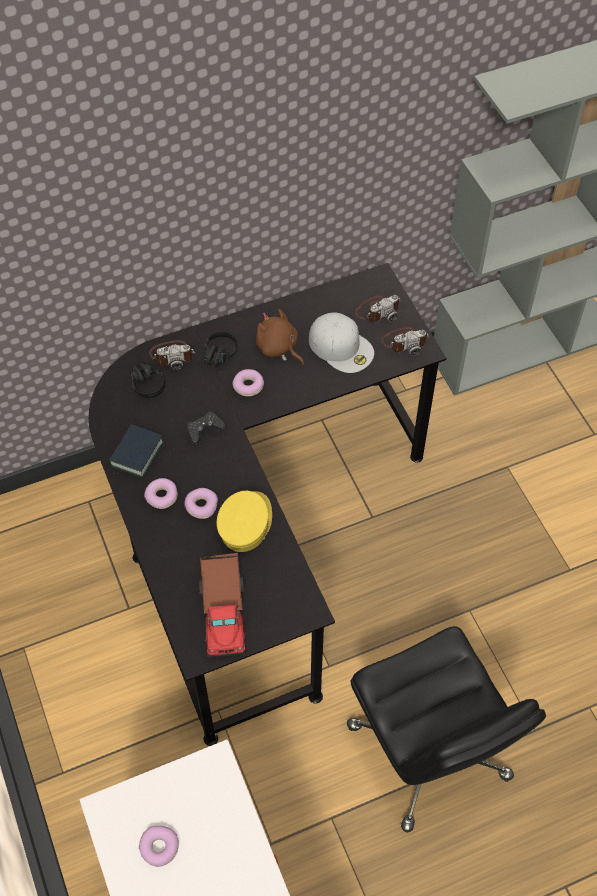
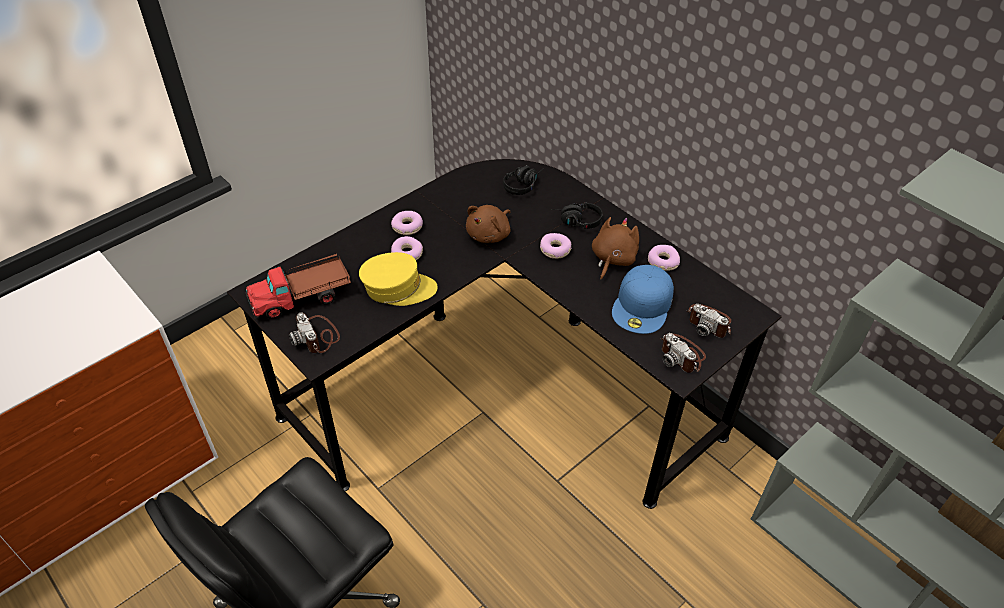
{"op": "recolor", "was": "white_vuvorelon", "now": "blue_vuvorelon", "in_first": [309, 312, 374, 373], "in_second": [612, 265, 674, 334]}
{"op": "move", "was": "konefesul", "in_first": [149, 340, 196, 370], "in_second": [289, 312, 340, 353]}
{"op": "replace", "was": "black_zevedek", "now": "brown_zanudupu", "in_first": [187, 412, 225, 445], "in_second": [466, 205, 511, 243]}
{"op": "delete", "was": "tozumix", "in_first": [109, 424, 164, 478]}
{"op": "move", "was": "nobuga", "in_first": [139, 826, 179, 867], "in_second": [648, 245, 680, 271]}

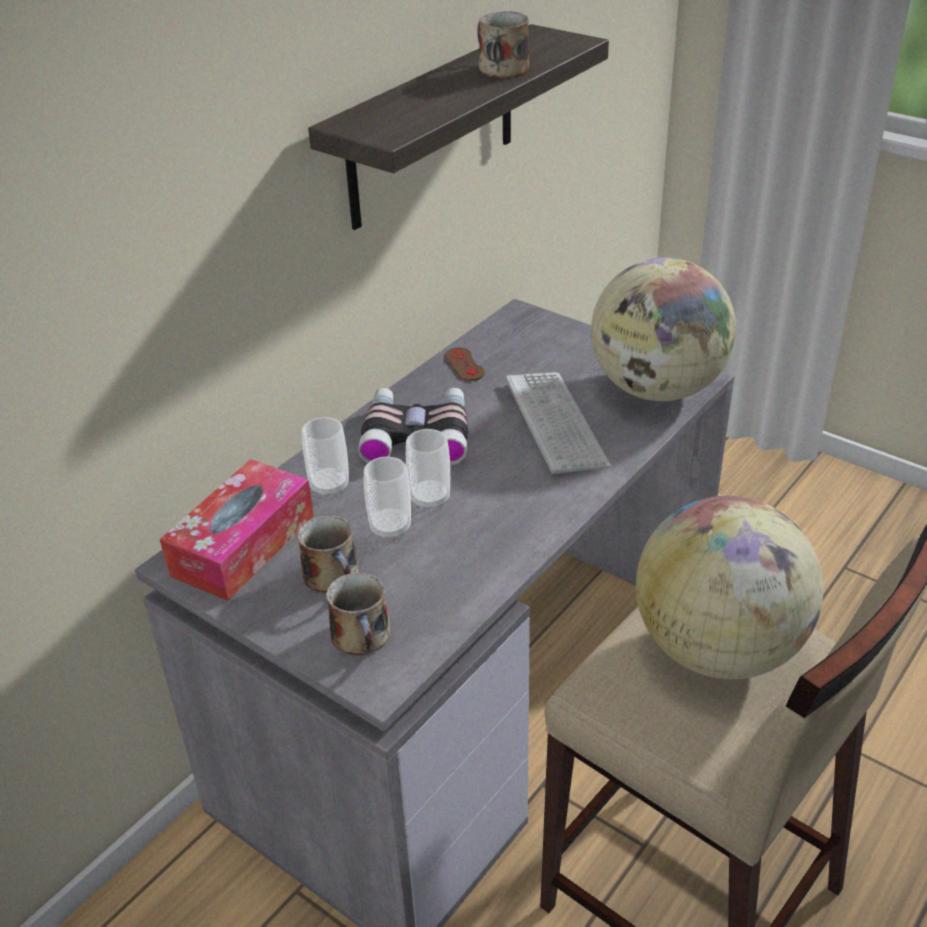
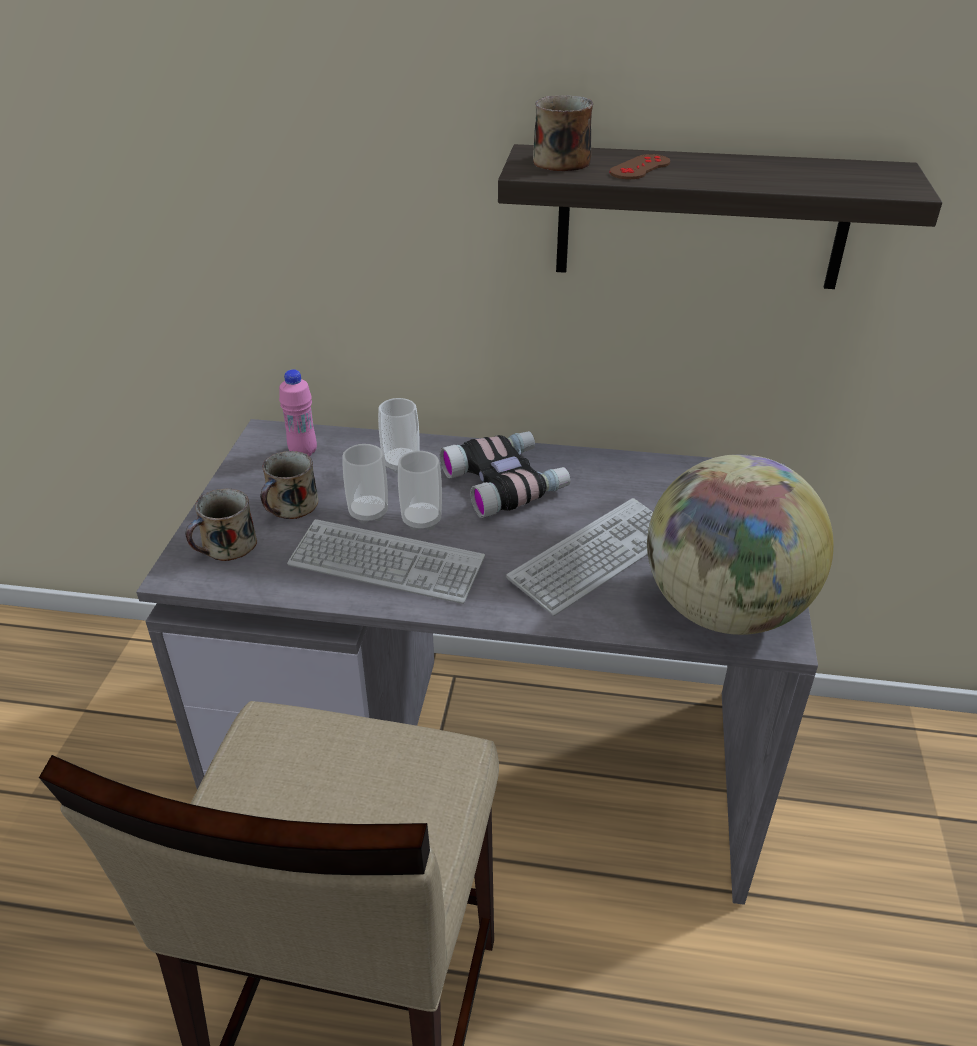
{"op": "move", "was": "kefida", "in_first": [477, 11, 529, 78], "in_second": [533, 95, 593, 171]}
{"op": "move", "was": "brown_zevedek", "in_first": [445, 347, 485, 381], "in_second": [609, 154, 670, 179]}
{"op": "replace", "was": "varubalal", "now": "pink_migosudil", "in_first": [160, 459, 314, 601], "in_second": [279, 369, 317, 456]}
{"op": "delete", "was": "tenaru", "in_first": [636, 496, 823, 679]}
{"op": "insert", "now": "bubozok", "in_second": [287, 519, 485, 604]}

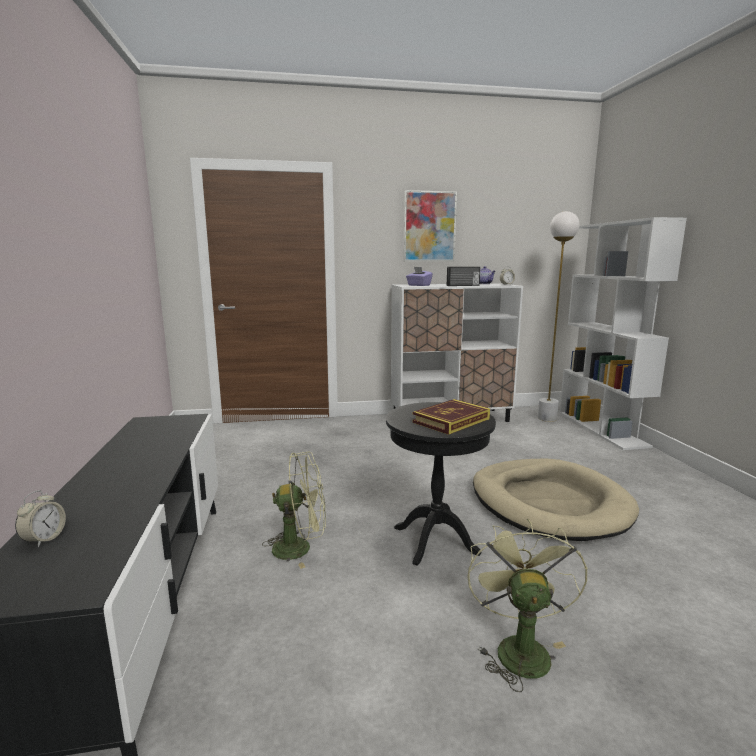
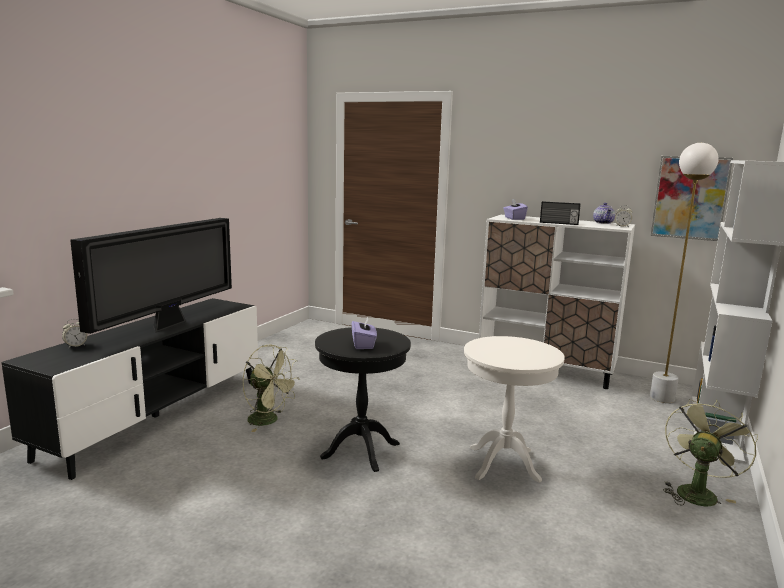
{"op": "move", "was": "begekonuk", "in_first": [404, 190, 457, 262], "in_second": [651, 156, 733, 241]}
{"op": "replace", "was": "tozumix", "now": "purple_varubalal", "in_first": [412, 399, 490, 435], "in_second": [352, 317, 377, 349]}
{"op": "replace", "was": "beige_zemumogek", "now": "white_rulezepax", "in_first": [473, 458, 639, 541], "in_second": [464, 336, 564, 483]}
{"op": "move", "was": "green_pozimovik", "in_first": [467, 518, 588, 692], "in_second": [663, 399, 758, 506]}
{"op": "insert", "now": "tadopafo", "in_second": [70, 218, 232, 334]}

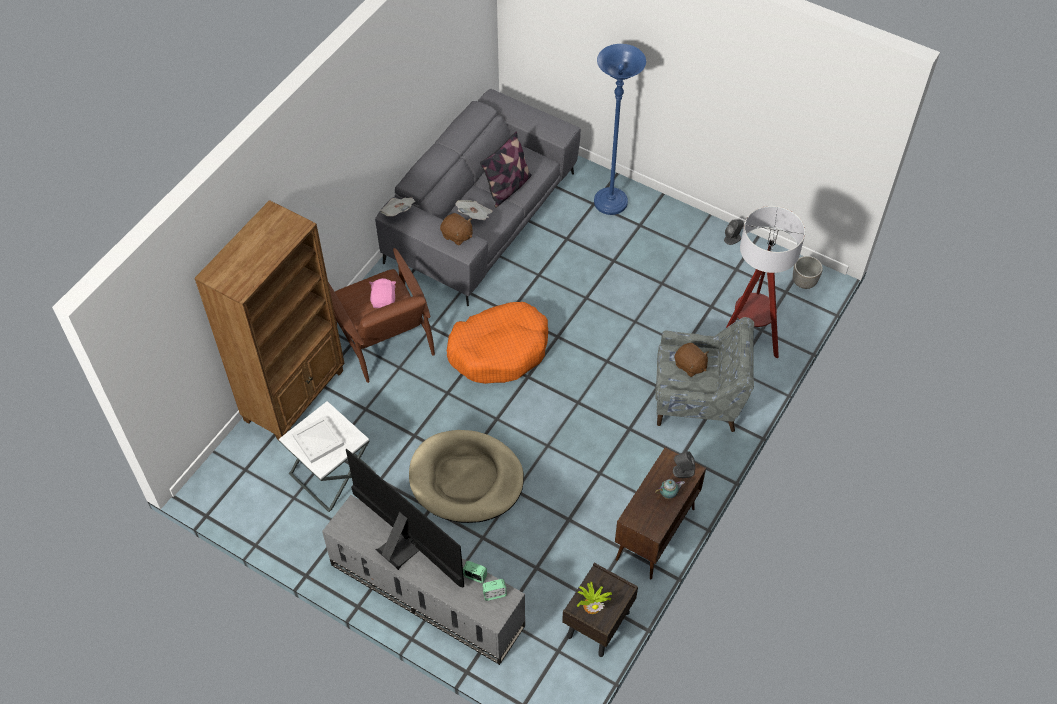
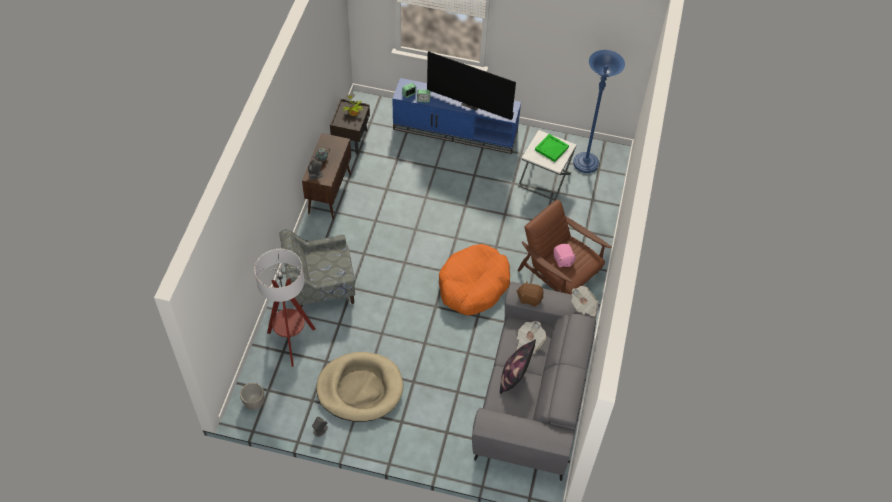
{"op": "move", "was": "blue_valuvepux", "in_first": [594, 44, 646, 215], "in_second": [573, 50, 625, 173]}
{"op": "delete", "was": "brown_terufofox", "in_first": [194, 200, 345, 440]}
{"op": "delete", "was": "brown_zanudupu", "in_first": [674, 343, 708, 377]}
{"op": "recolor", "was": "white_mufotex", "now": "green_mufotex", "in_first": [292, 416, 344, 463], "in_second": [535, 134, 569, 162]}
{"op": "move", "was": "beige_zemumogek", "in_first": [409, 430, 524, 523], "in_second": [316, 352, 403, 422]}
{"op": "recolor", "was": "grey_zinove", "now": "blue_zinove", "in_first": [322, 495, 525, 665], "in_second": [392, 78, 521, 154]}

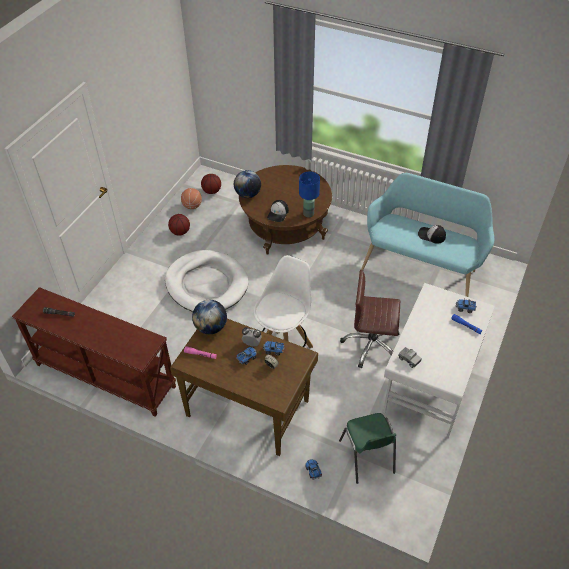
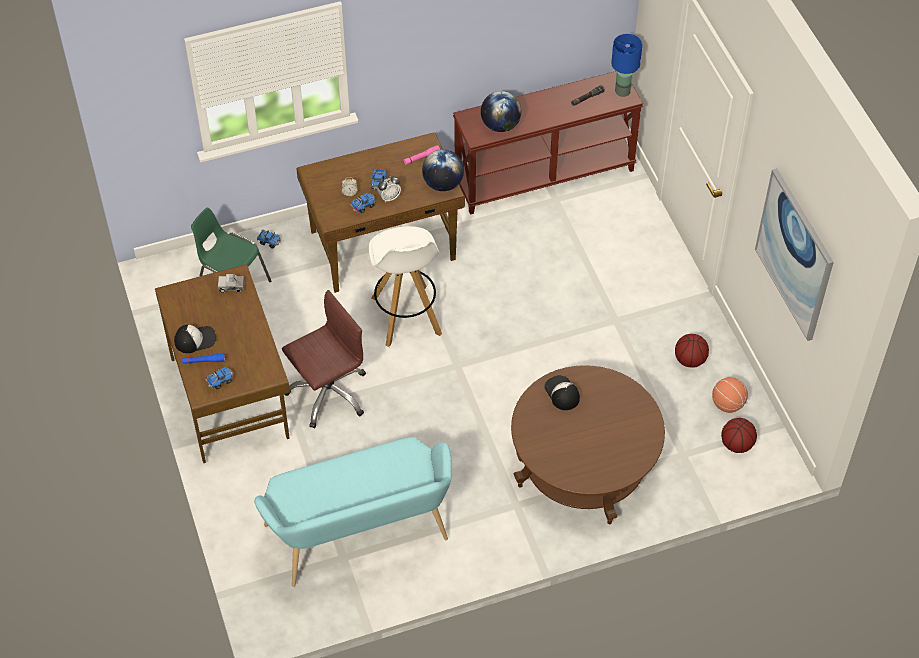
{"op": "move", "was": "tenaru", "in_first": [234, 170, 261, 198], "in_second": [481, 91, 521, 132]}
{"op": "move", "was": "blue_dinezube", "in_first": [299, 172, 320, 217], "in_second": [611, 34, 642, 97]}
{"op": "move", "was": "vuvorelon", "in_first": [418, 225, 446, 244], "in_second": [174, 325, 216, 353]}
{"op": "delete", "was": "white_zemumogek", "in_first": [165, 250, 249, 312]}
{"op": "recolor", "was": "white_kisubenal", "now": "brown_kisubenal", "in_first": [383, 283, 495, 438], "in_second": [155, 264, 290, 463]}
{"op": "insert", "now": "begekonuk", "in_second": [755, 168, 834, 341]}

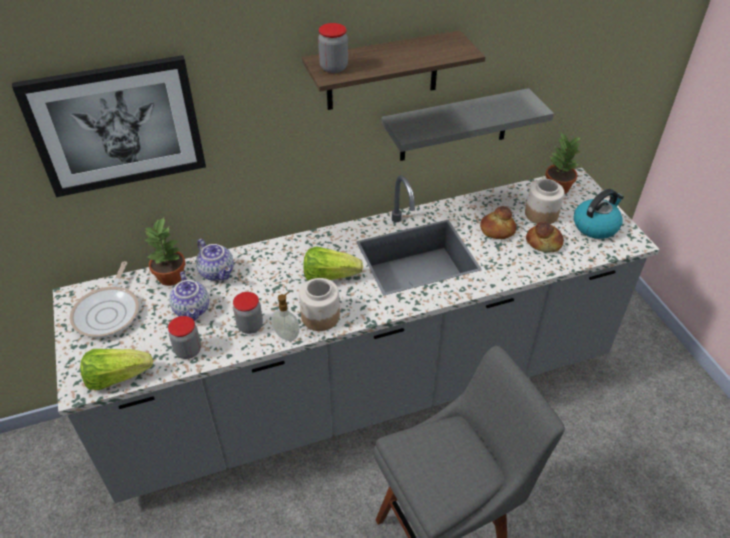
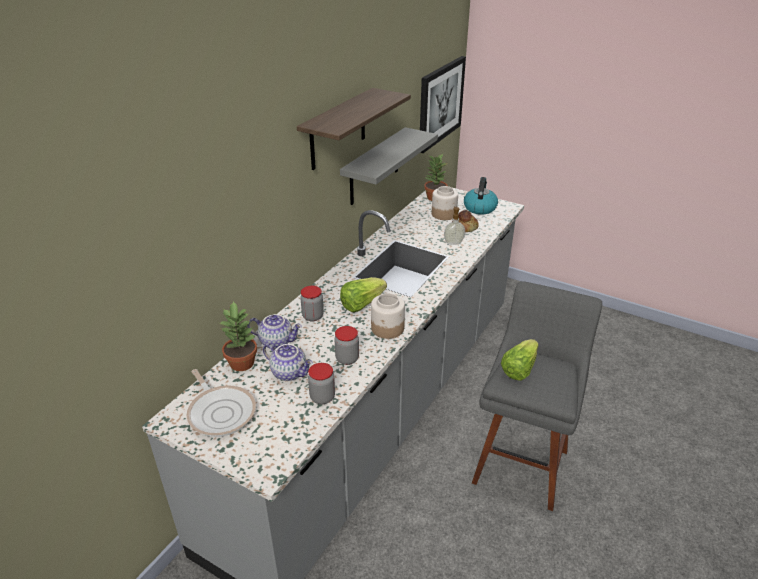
{"op": "move", "was": "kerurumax", "in_first": [318, 23, 348, 73], "in_second": [300, 286, 324, 321]}
{"op": "move", "was": "begekonuk", "in_first": [12, 55, 206, 197], "in_second": [420, 56, 466, 153]}
{"op": "delete", "was": "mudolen", "in_first": [480, 206, 517, 239]}
{"op": "move", "was": "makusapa", "in_first": [271, 292, 300, 341], "in_second": [444, 207, 465, 245]}
{"op": "move", "was": "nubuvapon", "in_first": [80, 349, 153, 390], "in_second": [501, 339, 539, 381]}

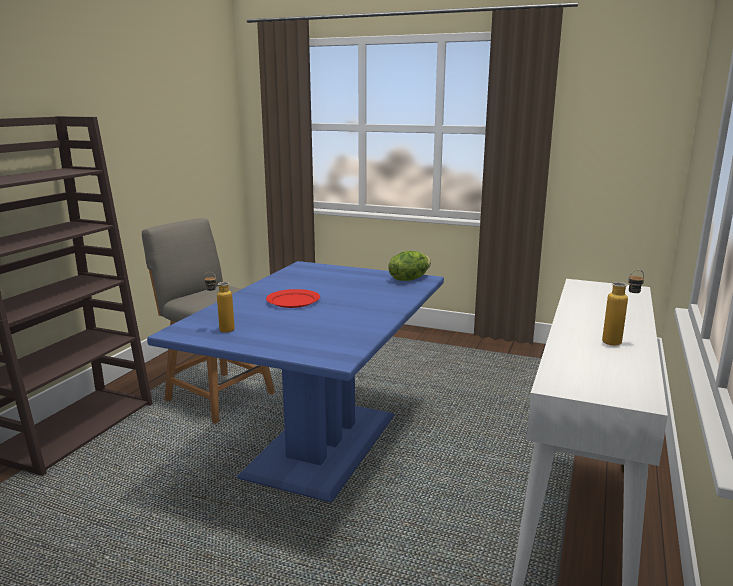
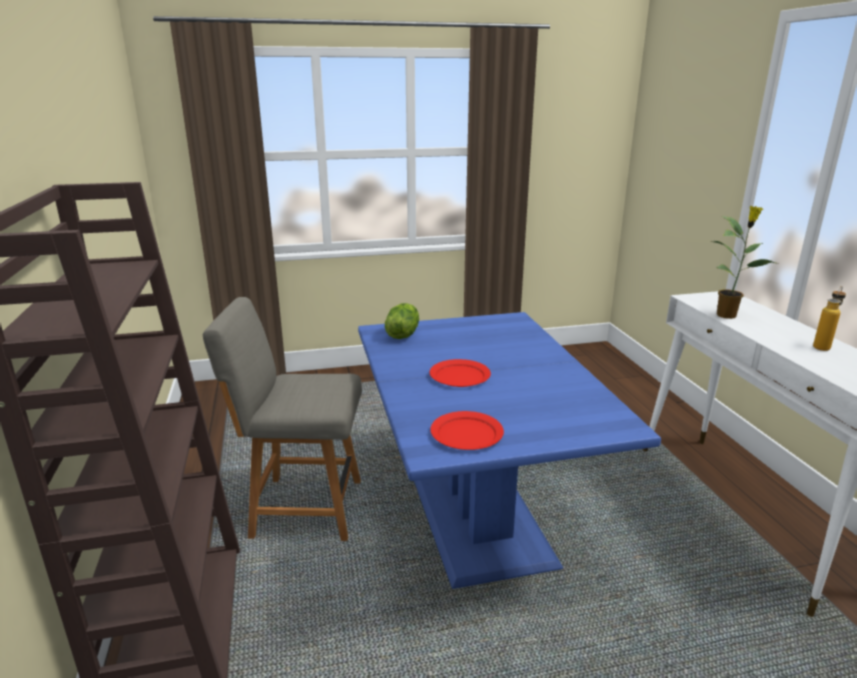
{"op": "move", "was": "nubuvapon", "in_first": [388, 251, 431, 281], "in_second": [385, 303, 419, 339]}
{"op": "replace", "was": "migosudil", "now": "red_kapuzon", "in_first": [204, 272, 235, 333], "in_second": [430, 411, 504, 450]}
{"op": "insert", "now": "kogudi", "in_second": [710, 206, 778, 319]}

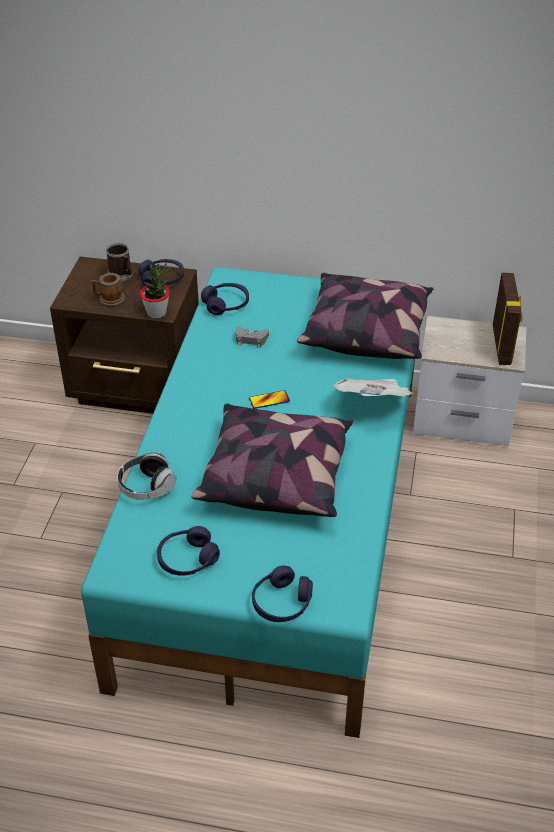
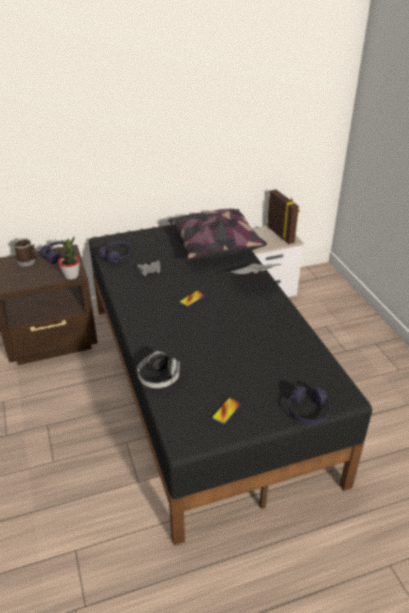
{"op": "recolor", "was": "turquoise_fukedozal", "now": "black_fukedozal", "in_first": [81, 267, 415, 738], "in_second": [89, 225, 372, 545]}
{"op": "delete", "was": "kefida", "in_first": [91, 273, 125, 307]}
{"op": "delete", "was": "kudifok", "in_first": [191, 403, 353, 517]}
{"op": "replace", "was": "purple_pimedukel", "now": "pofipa", "in_first": [157, 526, 220, 576], "in_second": [212, 397, 241, 425]}

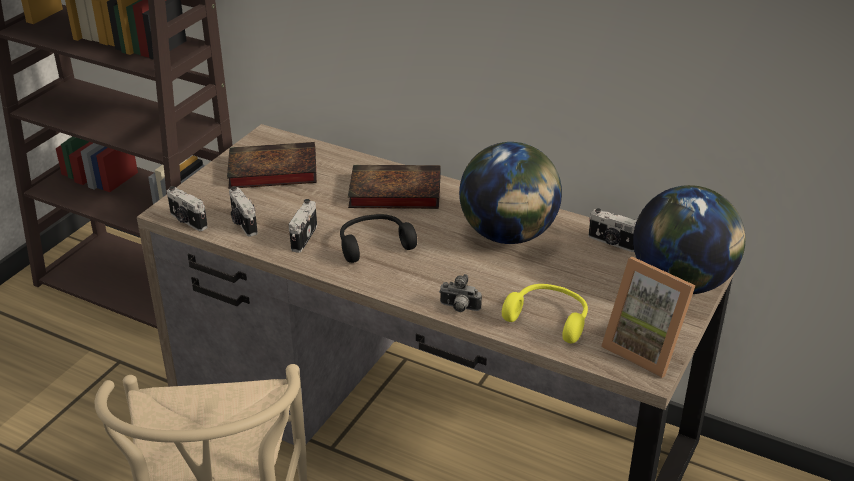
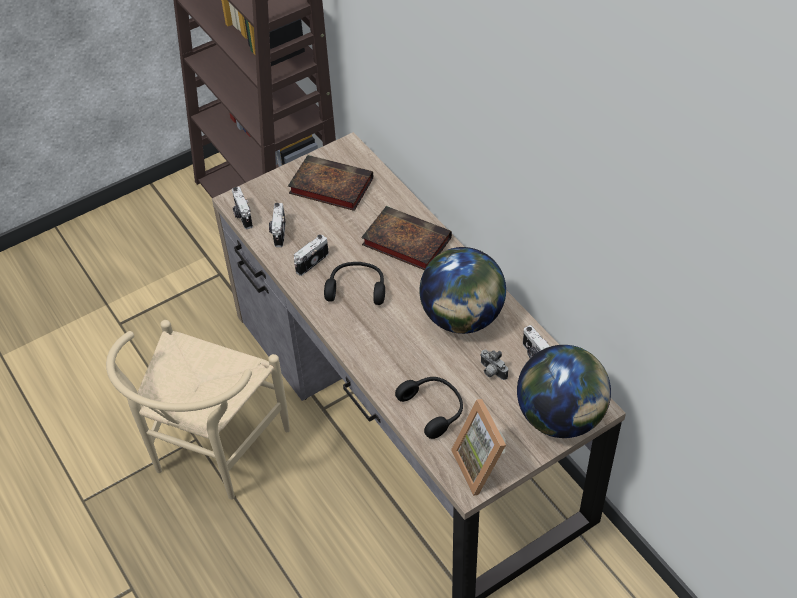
{"op": "move", "was": "konefesul", "in_first": [439, 274, 482, 312], "in_second": [480, 350, 508, 380]}
{"op": "recolor", "was": "yellow_pimedukel", "now": "black_pimedukel", "in_first": [502, 284, 588, 343], "in_second": [395, 377, 463, 439]}

